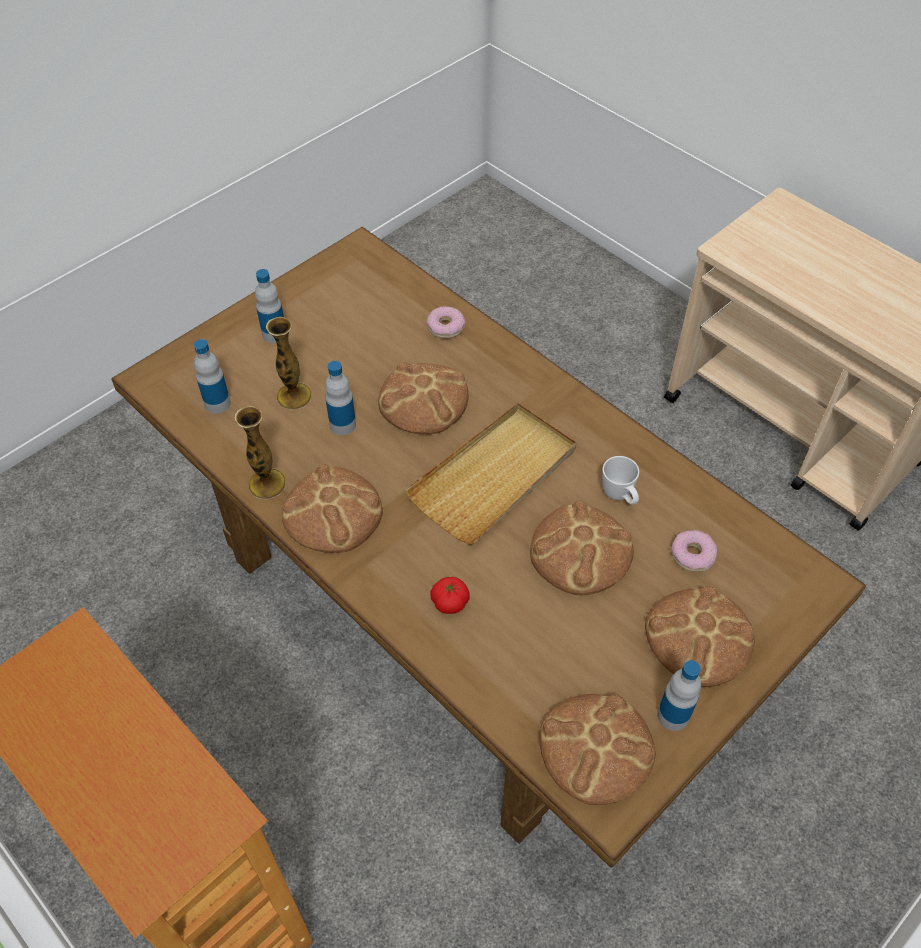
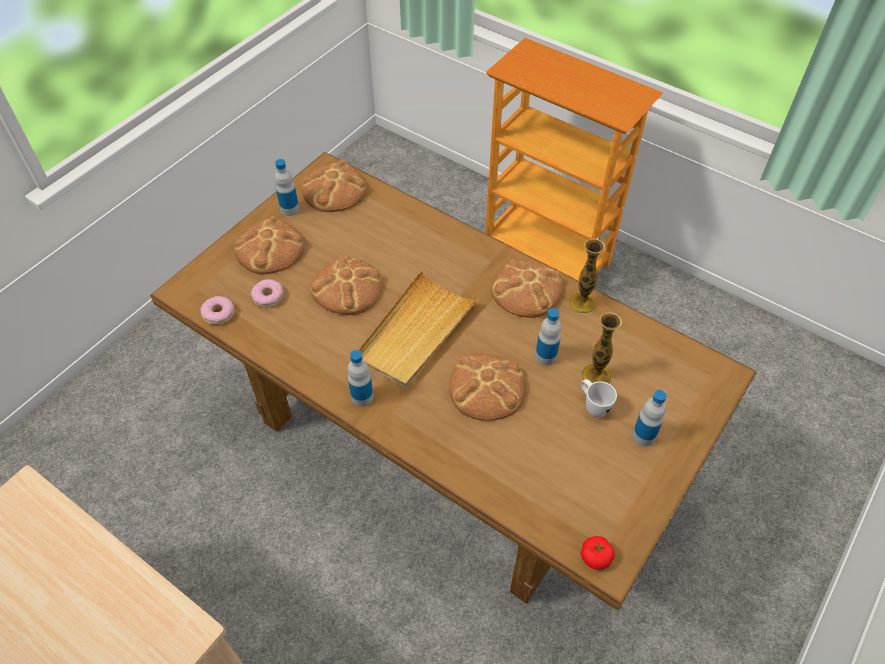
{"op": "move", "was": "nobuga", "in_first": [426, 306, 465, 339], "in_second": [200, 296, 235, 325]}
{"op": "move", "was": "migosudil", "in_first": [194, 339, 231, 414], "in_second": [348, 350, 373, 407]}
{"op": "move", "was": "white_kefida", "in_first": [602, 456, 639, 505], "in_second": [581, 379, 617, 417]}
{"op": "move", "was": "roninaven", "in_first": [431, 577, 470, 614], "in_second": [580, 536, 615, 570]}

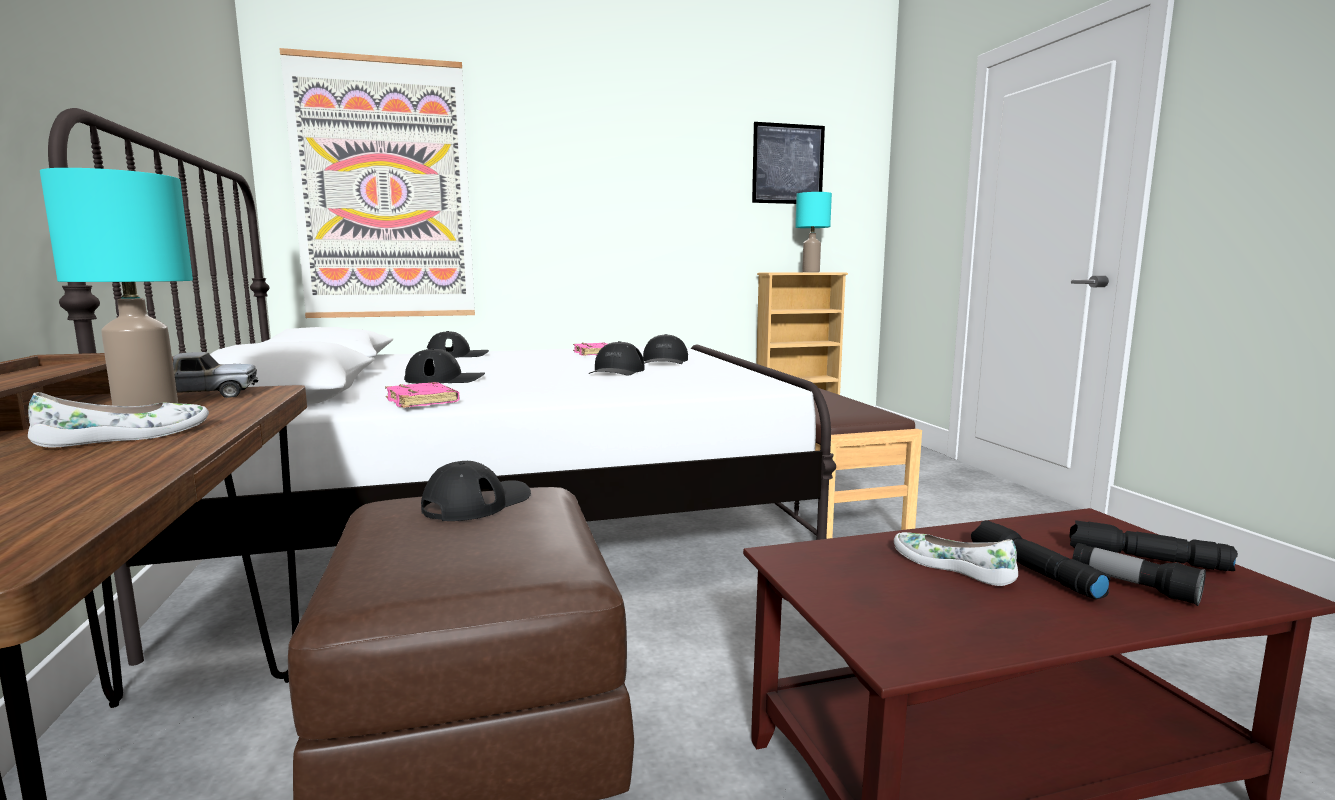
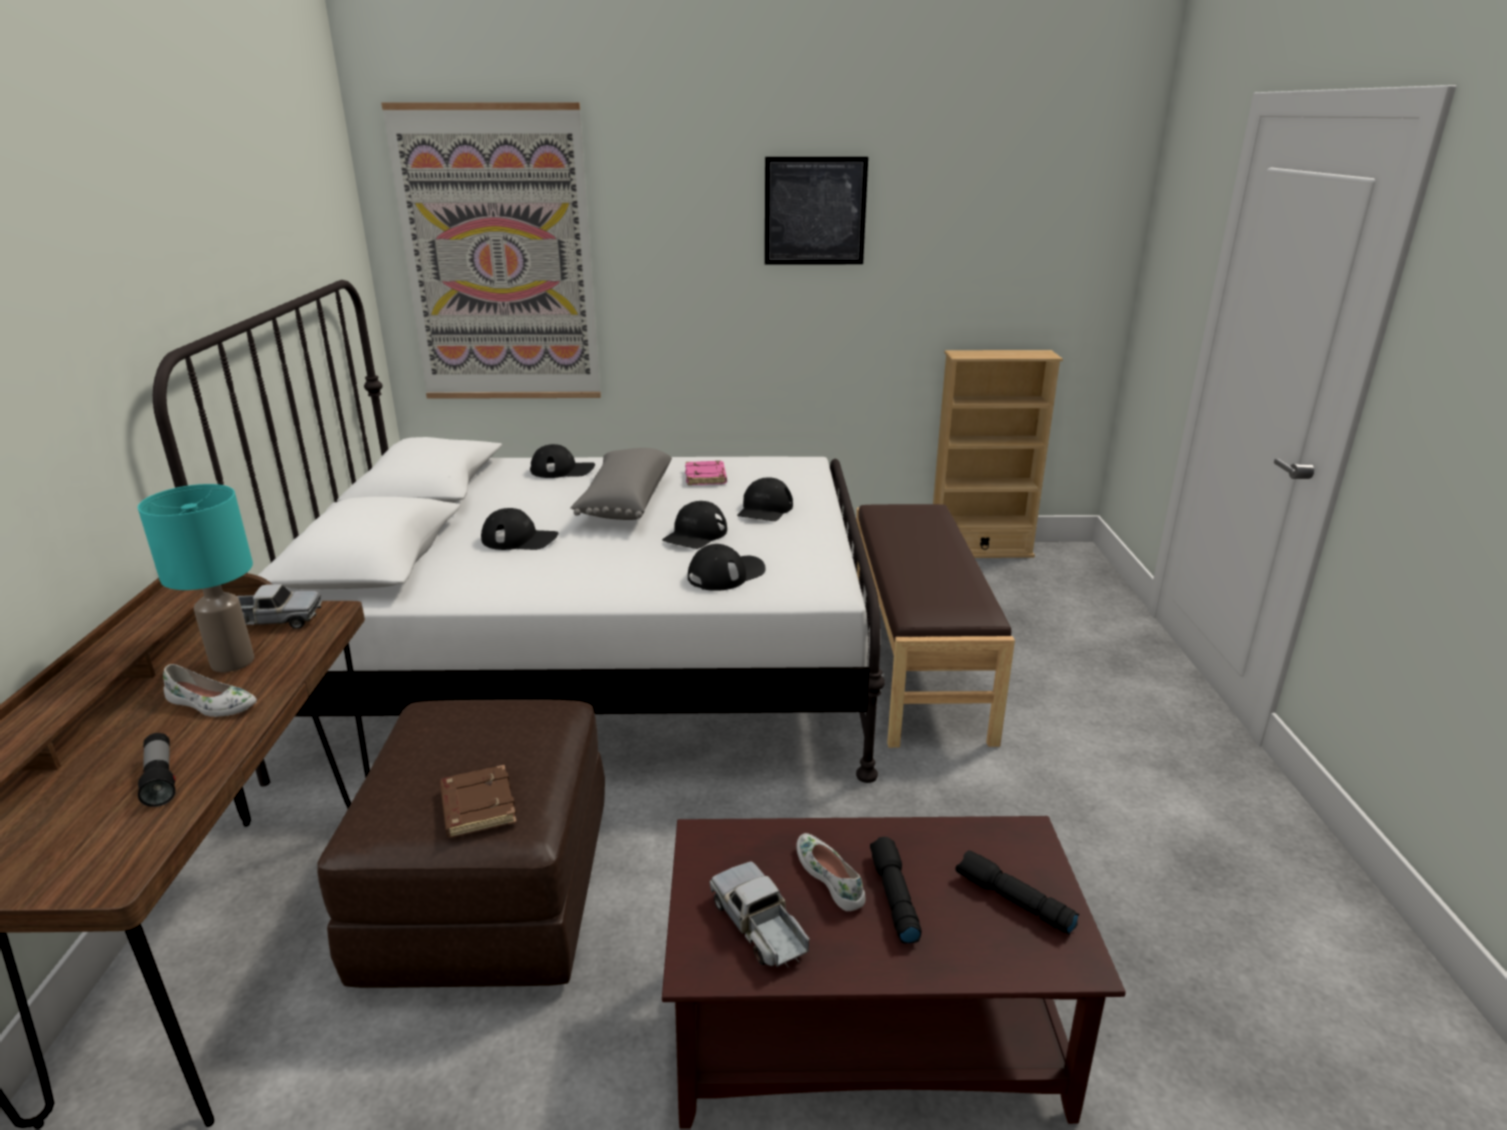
{"op": "move", "was": "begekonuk", "in_first": [752, 122, 825, 204], "in_second": [765, 157, 868, 265]}
{"op": "delete", "was": "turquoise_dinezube", "in_first": [795, 192, 832, 272]}
{"op": "delete", "was": "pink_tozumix", "in_first": [385, 382, 460, 408]}
{"op": "rotate", "was": "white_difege", "in_first": [28, 392, 209, 447], "in_second": [163, 664, 257, 717], "clockwise": 45}
{"op": "move", "was": "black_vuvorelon", "in_first": [421, 461, 531, 521], "in_second": [688, 544, 766, 591]}
{"op": "move", "was": "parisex", "in_first": [1072, 543, 1206, 606], "in_second": [138, 733, 176, 807]}
{"op": "insert", "now": "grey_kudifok", "in_second": [570, 448, 672, 520]}
{"op": "insert", "now": "brown_tozumix", "in_second": [440, 765, 517, 838]}
{"op": "insert", "now": "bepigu", "in_second": [709, 861, 810, 967]}

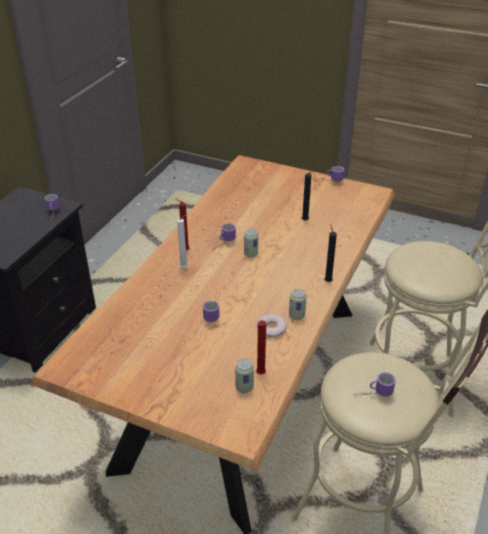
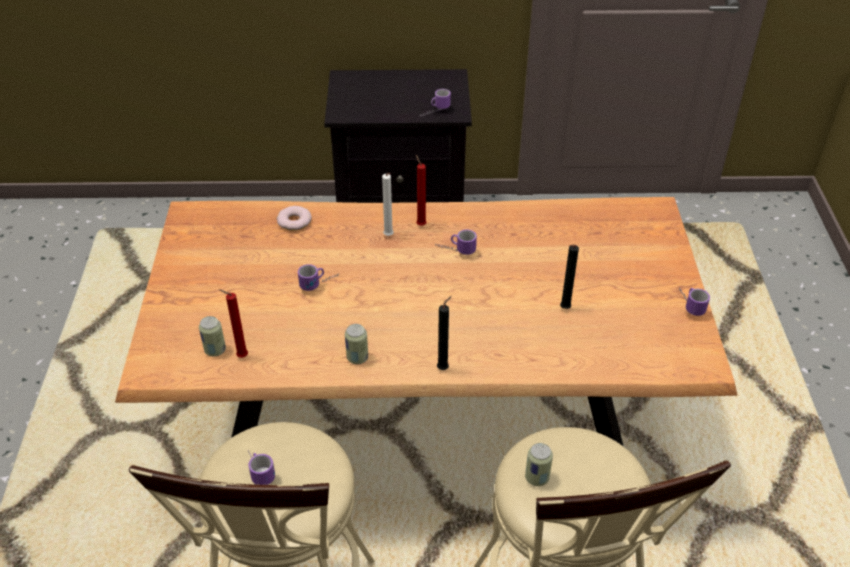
{"op": "move", "was": "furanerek", "in_first": [244, 229, 258, 257], "in_second": [525, 443, 553, 486]}
{"op": "move", "was": "nobuga", "in_first": [256, 314, 287, 337], "in_second": [277, 206, 312, 230]}

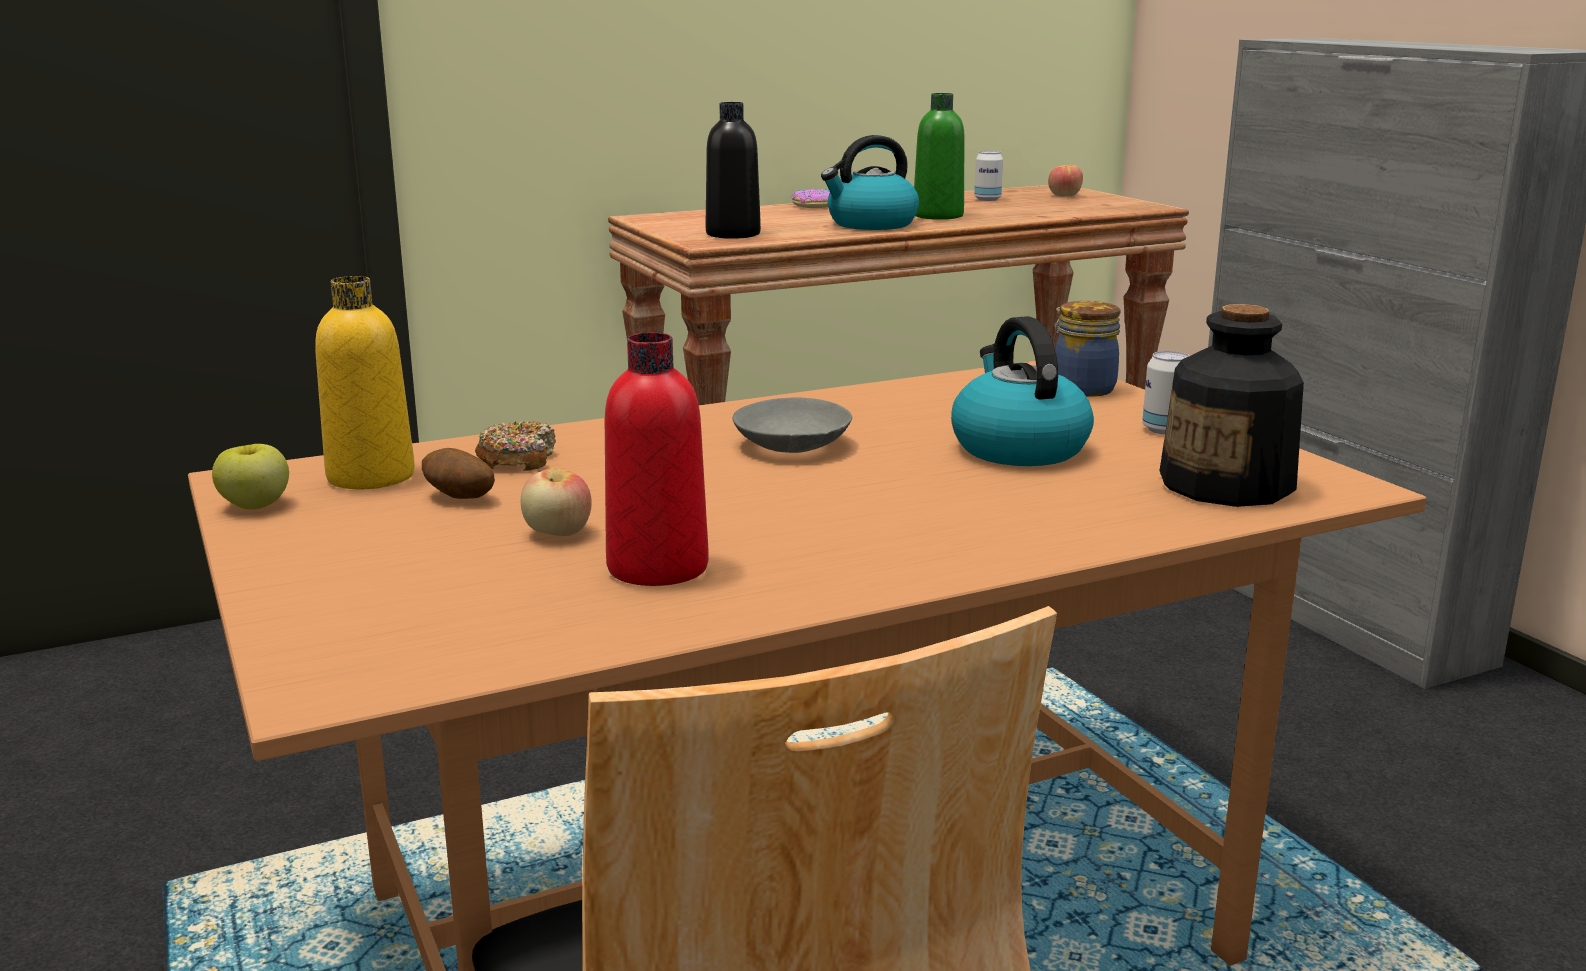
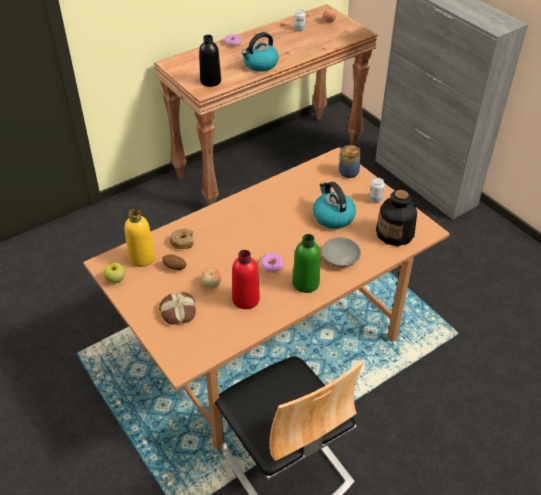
{"op": "move", "was": "green_migosudil", "in_first": [914, 93, 965, 220], "in_second": [292, 234, 320, 293]}
{"op": "move", "was": "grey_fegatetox", "in_first": [733, 397, 852, 453], "in_second": [322, 237, 361, 267]}
{"op": "insert", "now": "nobuga", "in_second": [261, 253, 284, 273]}
{"op": "insert", "now": "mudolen", "in_second": [159, 292, 196, 325]}

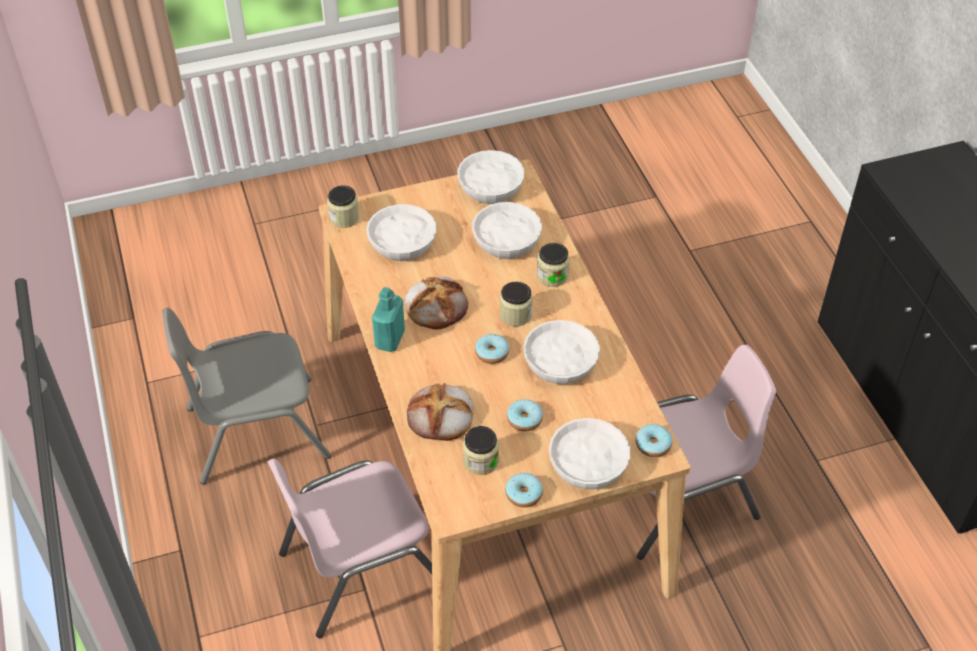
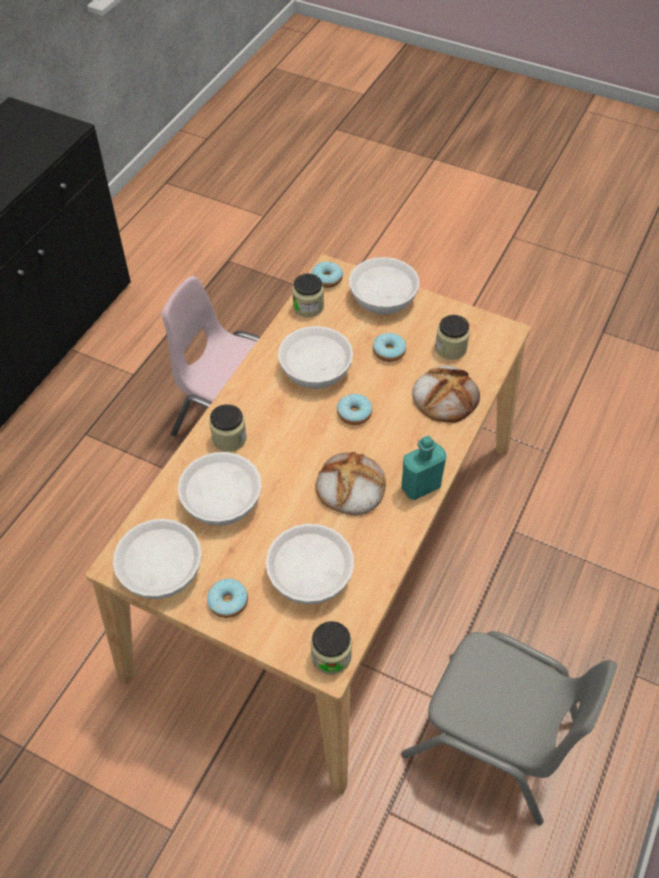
{"op": "move", "was": "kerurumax", "in_first": [500, 282, 533, 326], "in_second": [292, 273, 324, 317]}
{"op": "delete", "was": "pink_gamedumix", "in_first": [268, 458, 432, 638]}
{"op": "move", "was": "nobuga", "in_first": [505, 473, 543, 507], "in_second": [207, 578, 248, 618]}

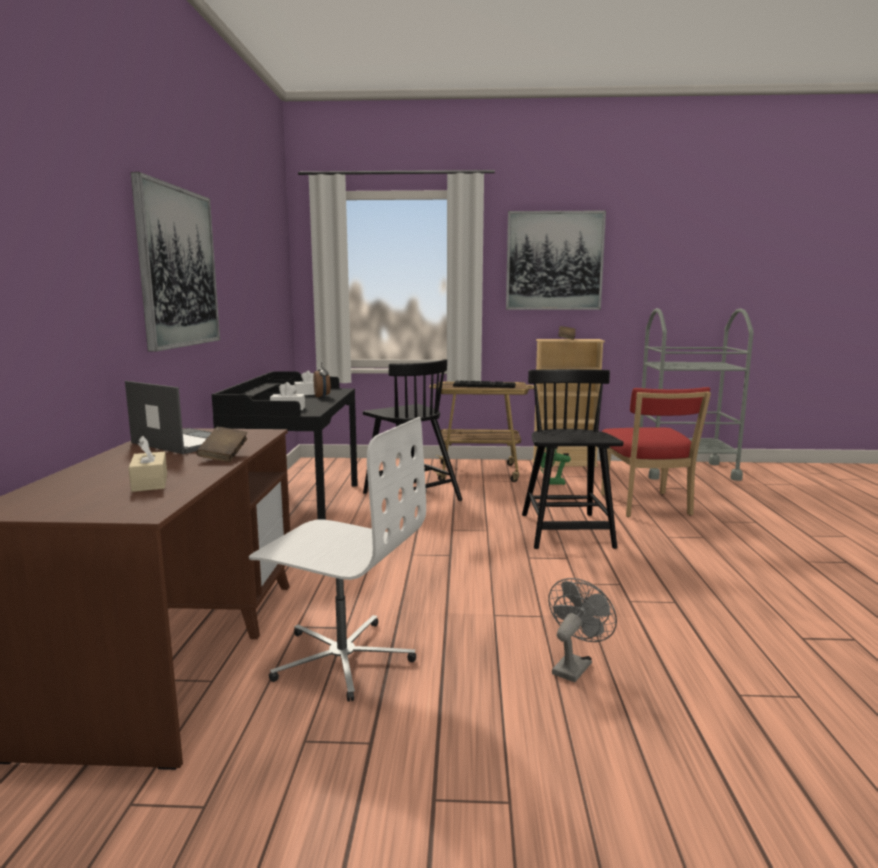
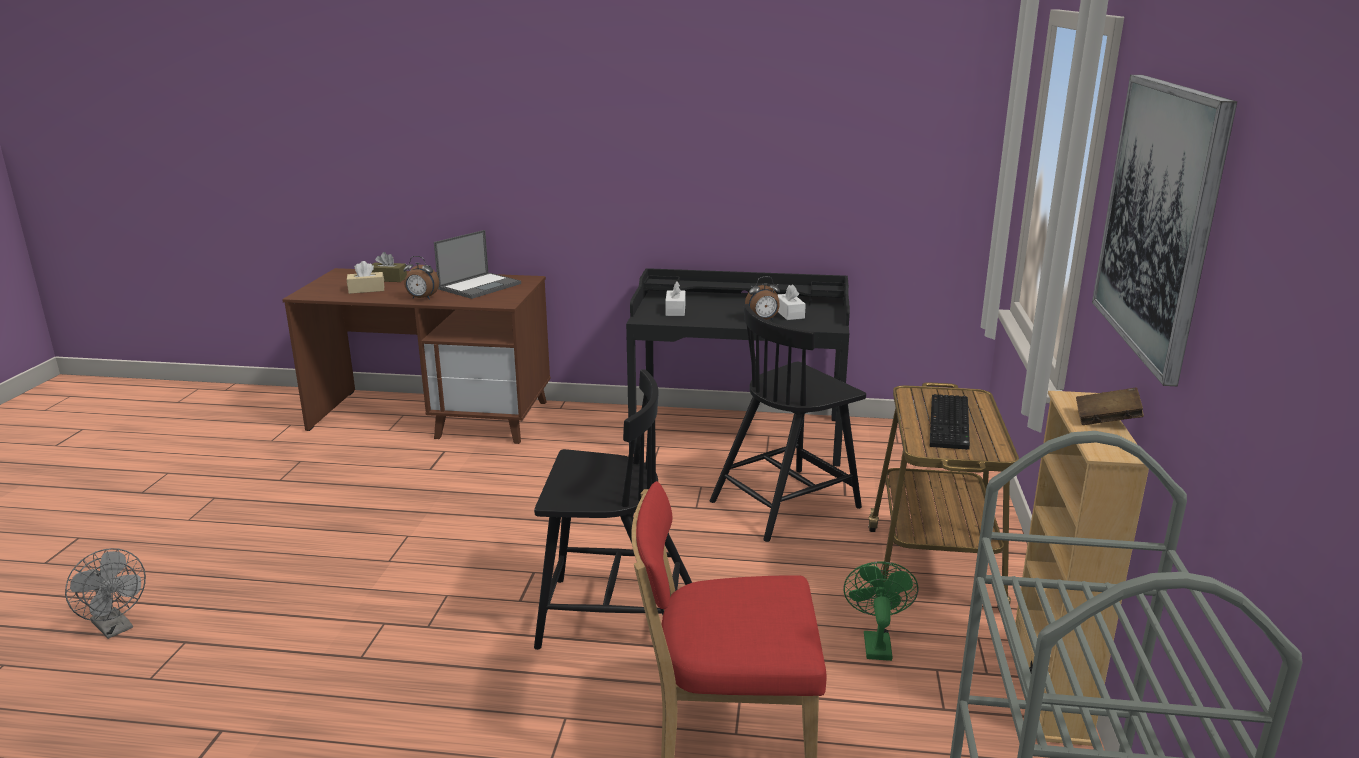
{"op": "delete", "was": "begekonuk", "in_first": [131, 172, 220, 352]}
{"op": "delete", "was": "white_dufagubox", "in_first": [249, 417, 426, 702]}
{"op": "replace", "was": "brown_tozumix", "now": "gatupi", "in_first": [196, 427, 248, 462], "in_second": [404, 256, 439, 300]}
{"op": "move", "was": "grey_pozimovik", "in_first": [548, 578, 617, 682], "in_second": [65, 548, 146, 639]}
{"op": "insert", "now": "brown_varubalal", "in_second": [372, 252, 407, 282]}

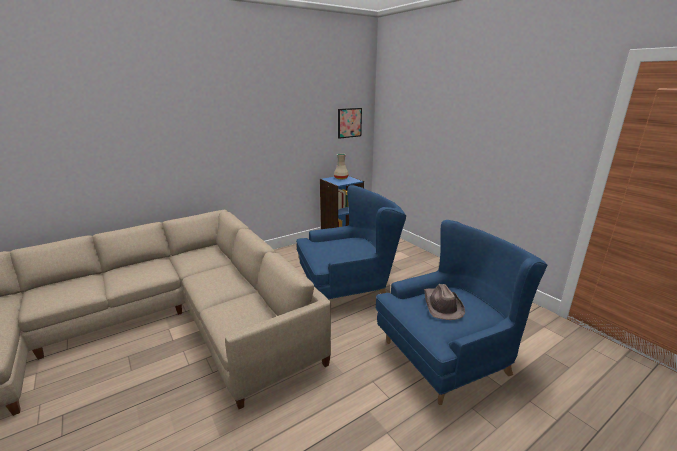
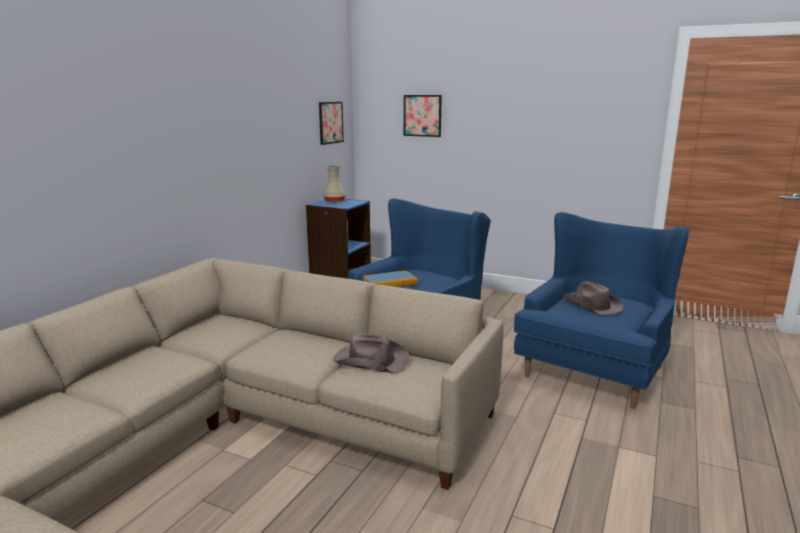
{"op": "insert", "now": "begekonuk", "in_second": [404, 95, 442, 137]}
{"op": "insert", "now": "tozumix", "in_second": [363, 271, 418, 287]}
{"op": "insert", "now": "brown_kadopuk", "in_second": [333, 333, 410, 373]}

